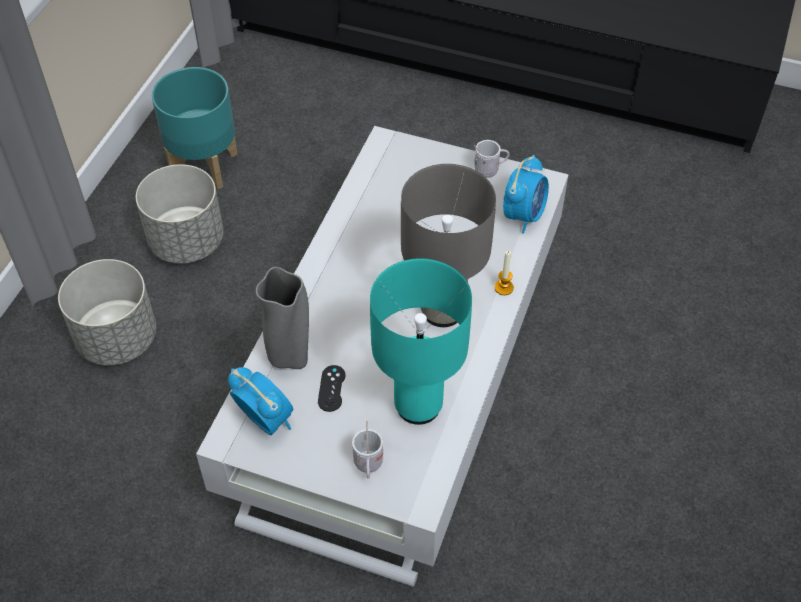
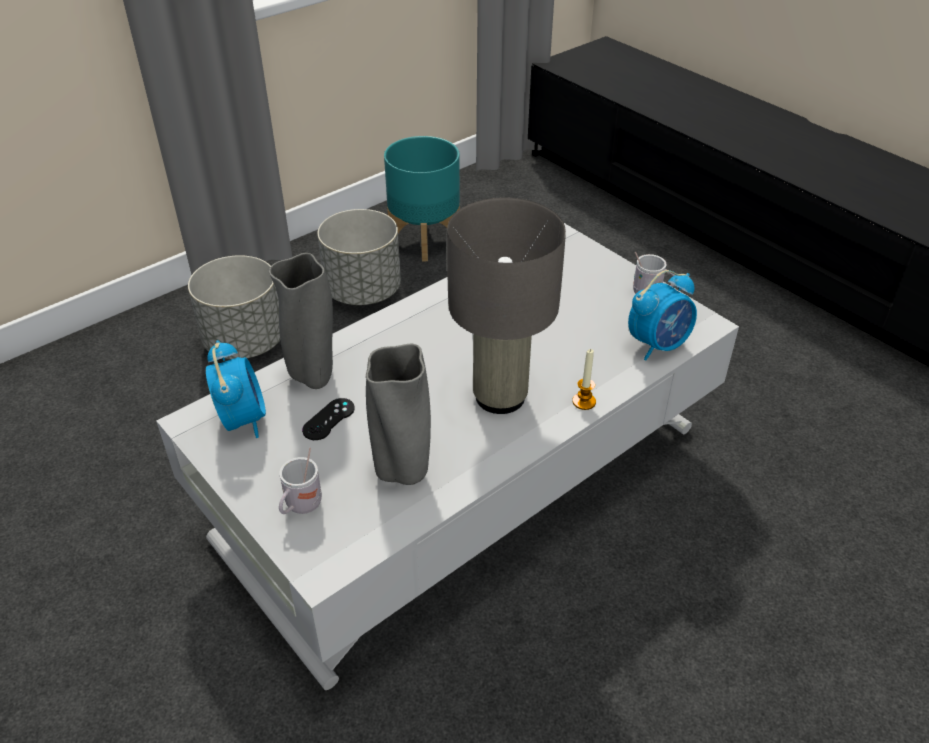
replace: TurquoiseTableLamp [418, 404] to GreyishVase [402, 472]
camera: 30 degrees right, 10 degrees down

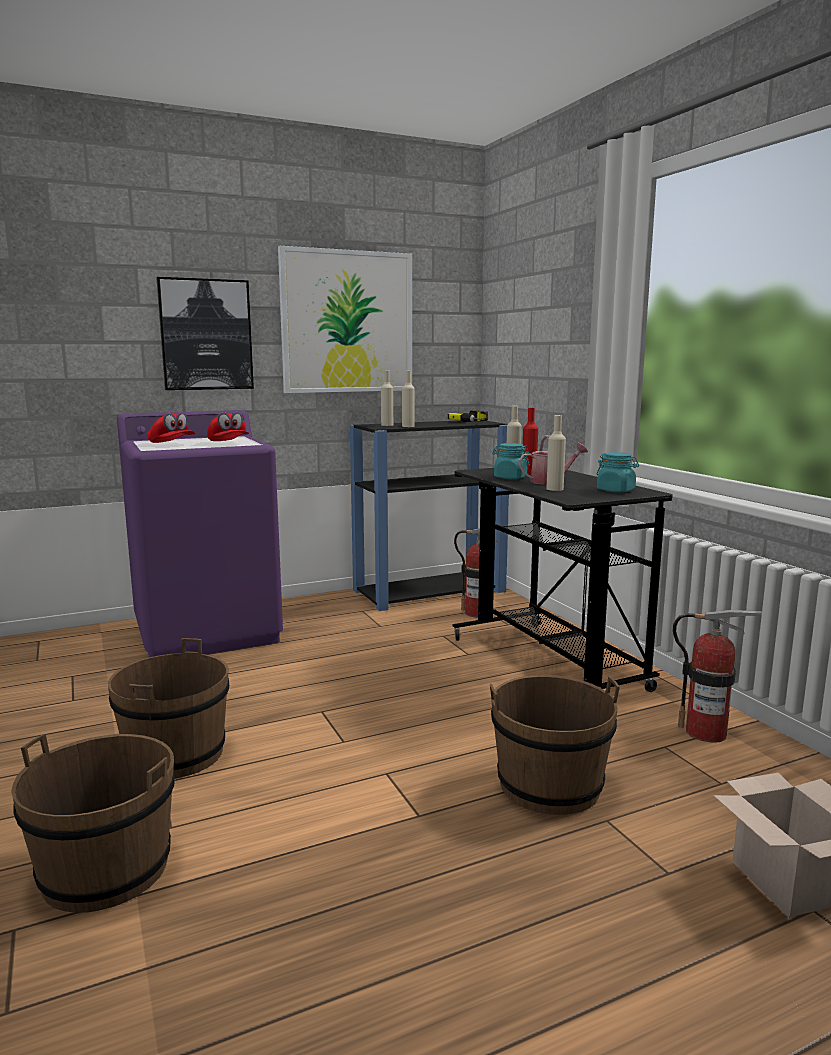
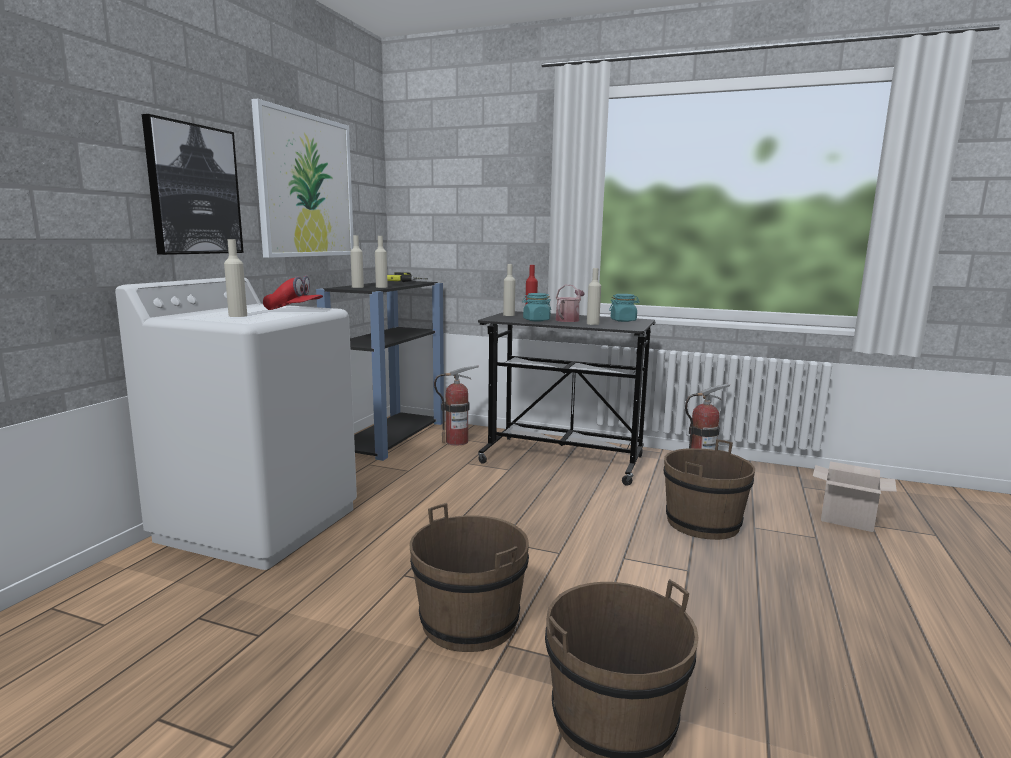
replace: RedColouredCap [172, 444] to BeigeColouredBeverageBottle [238, 315]
recolor: PurplishLaundryAppliance [208, 630] to WhitishLaundryAppliance [259, 523]
camera: 45 degrees left, 0 degrees up

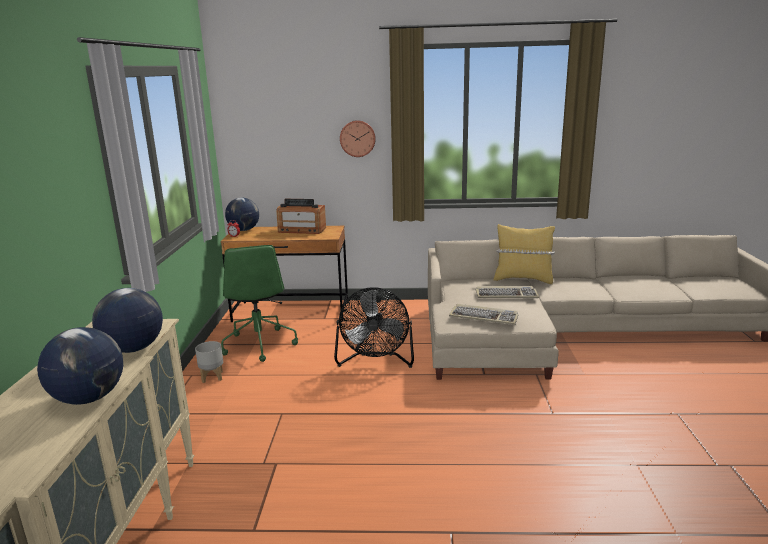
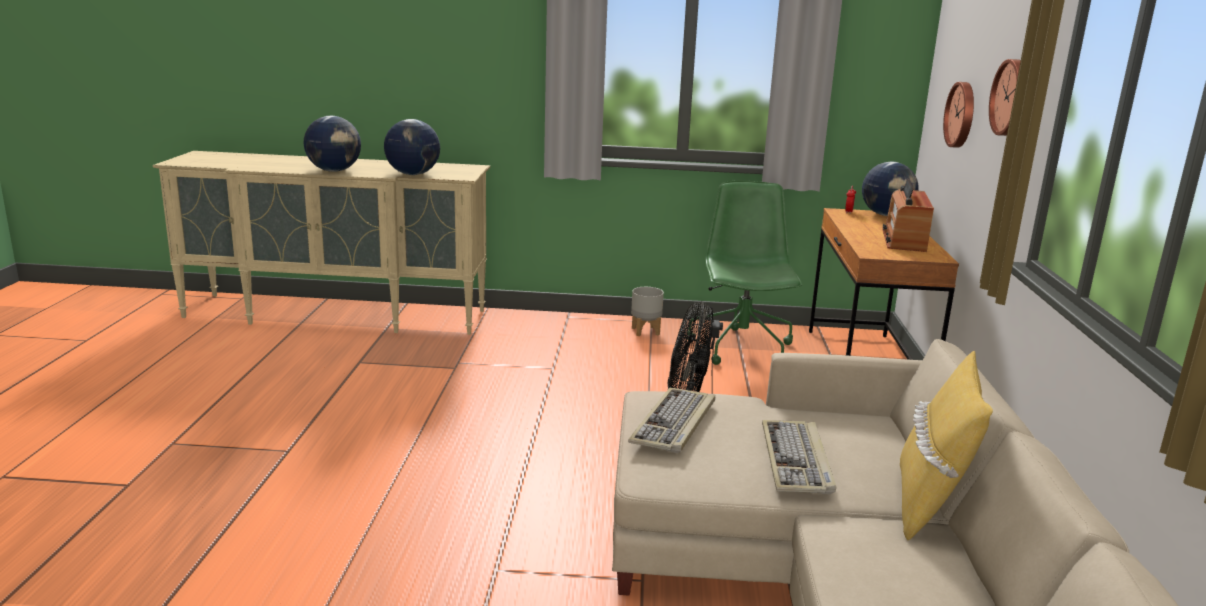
insert: WallClock [962, 115]
rotate: GreenColouredDeskChair [259, 343] = [742, 350] 105 degrees clockwise
camera: 90 degrees right, 0 degrees up

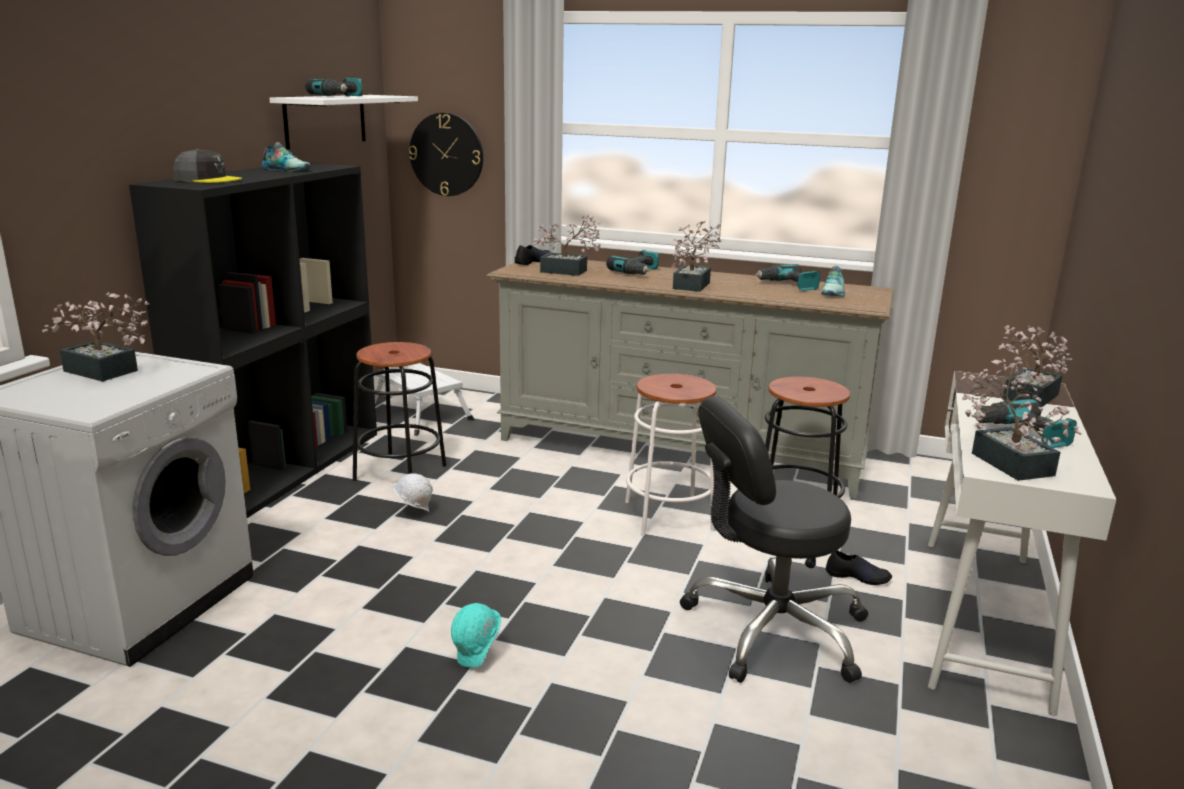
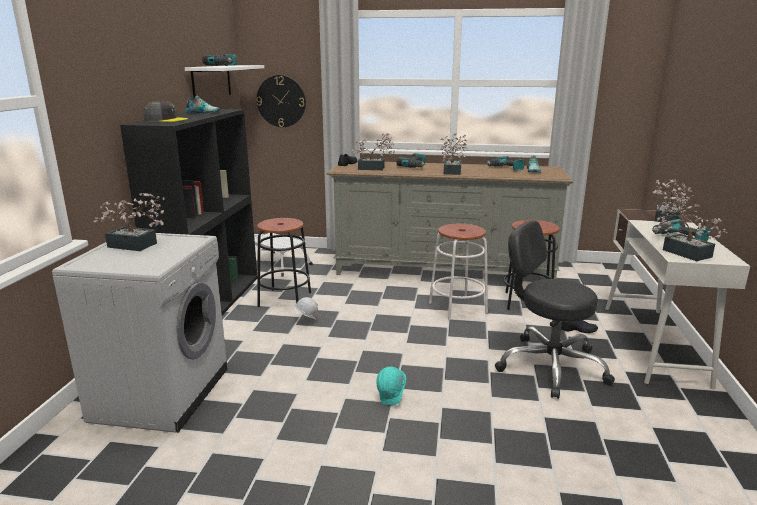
rotate: BlackColouredDeskChair [767, 632] = [546, 365] 60 degrees clockwise
camera: 10 degrees left, 0 degrees up

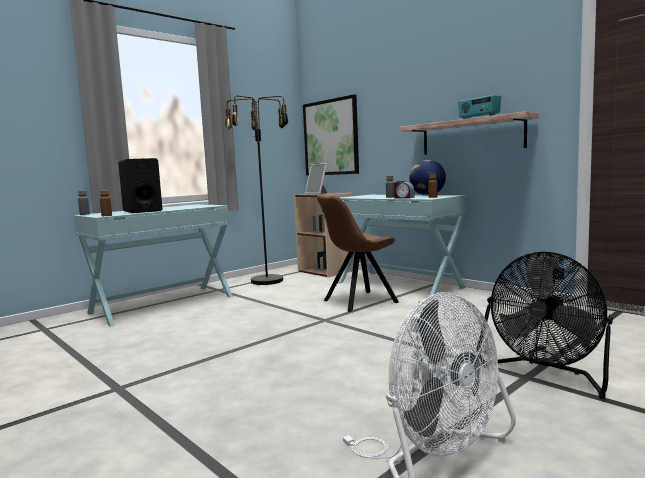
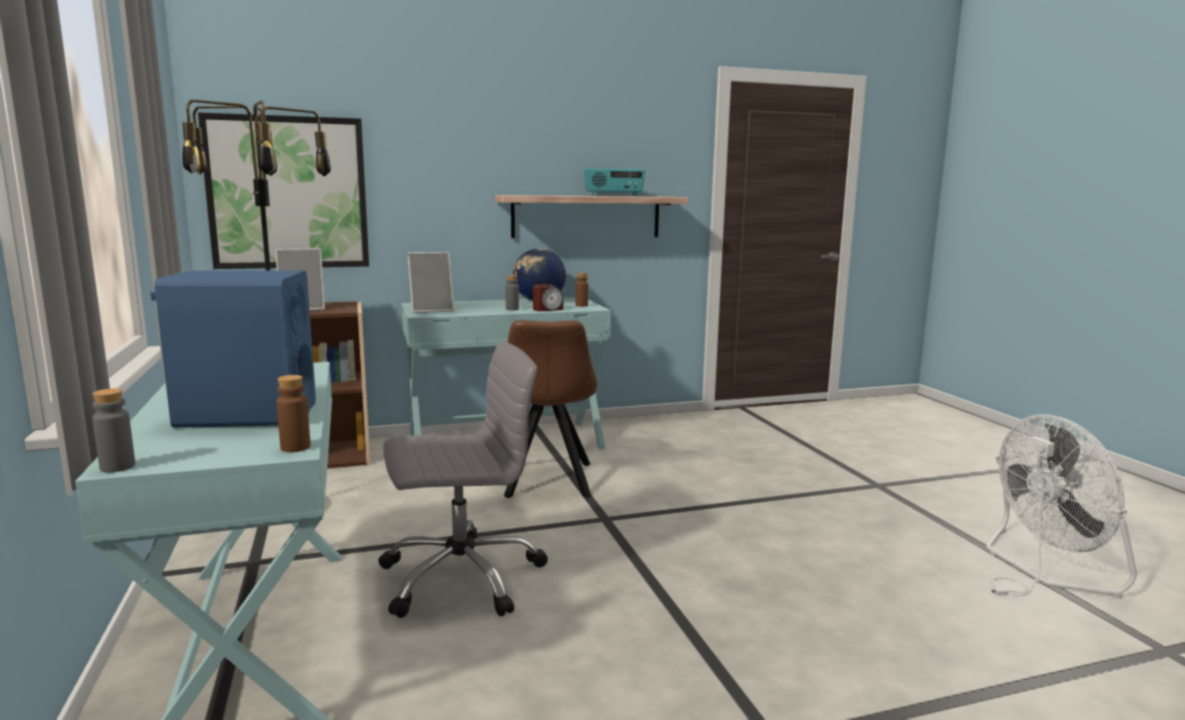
delete: BlackColouredElectricFan [543, 372]
insert: GreyishDeskChair [462, 577]; PictureFrame [432, 310]
recolor: BlackColouredAudioSpeaker [142, 211] to BluishAudioSpeaker [246, 415]
camera: 65 degrees left, 5 degrees up

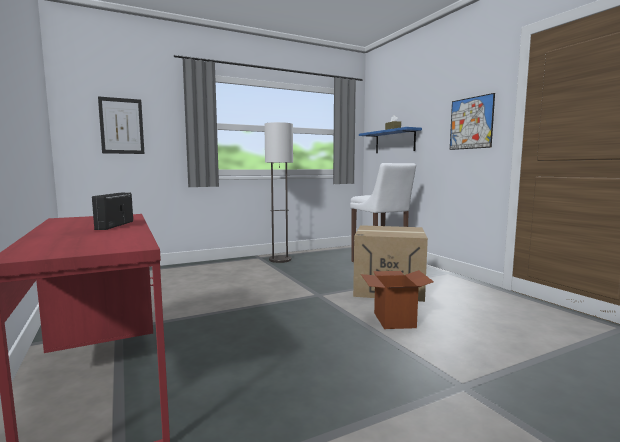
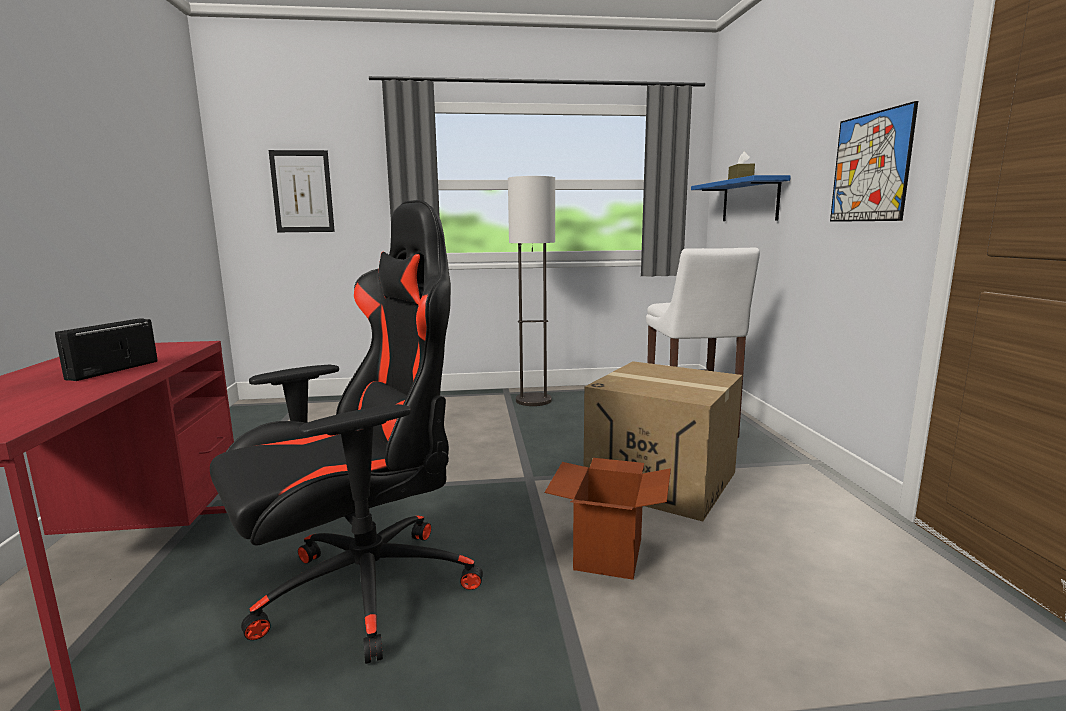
insert: BlackColouredDeskChair [353, 596]
camera: 20 degrees right, 5 degrees up

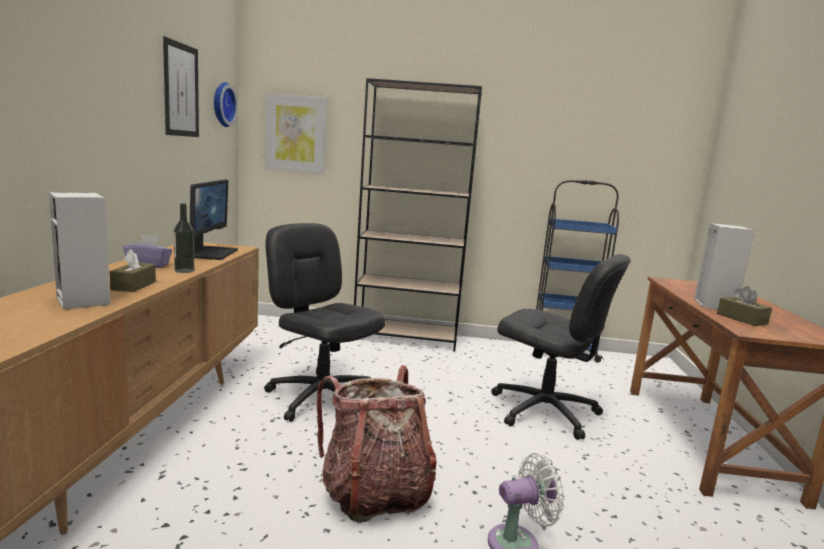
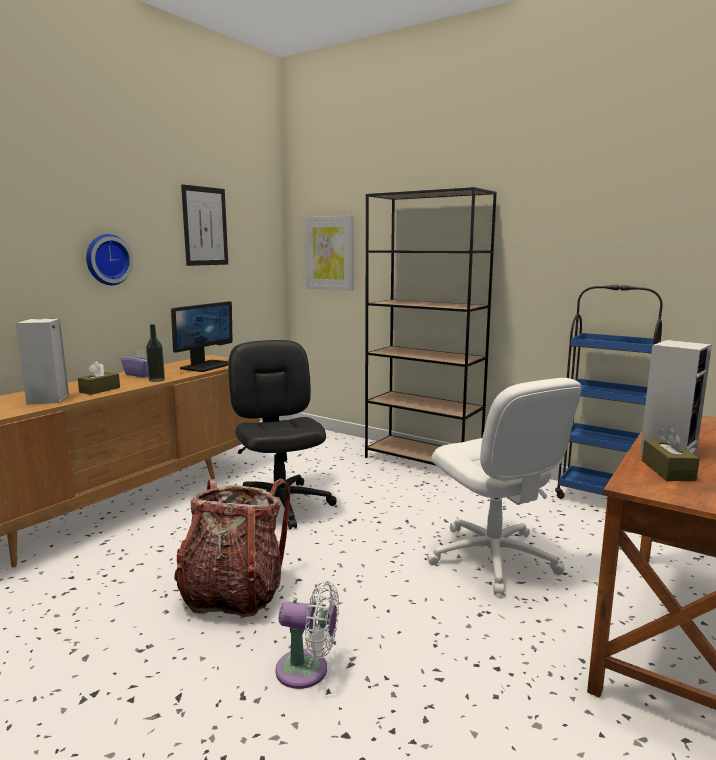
move: WallClock [222, 104] to [107, 259]
recolor: BlackColouredDeskChair [545, 411] to WhitishDeskChair [492, 558]
camera: 30 degrees right, 0 degrees up

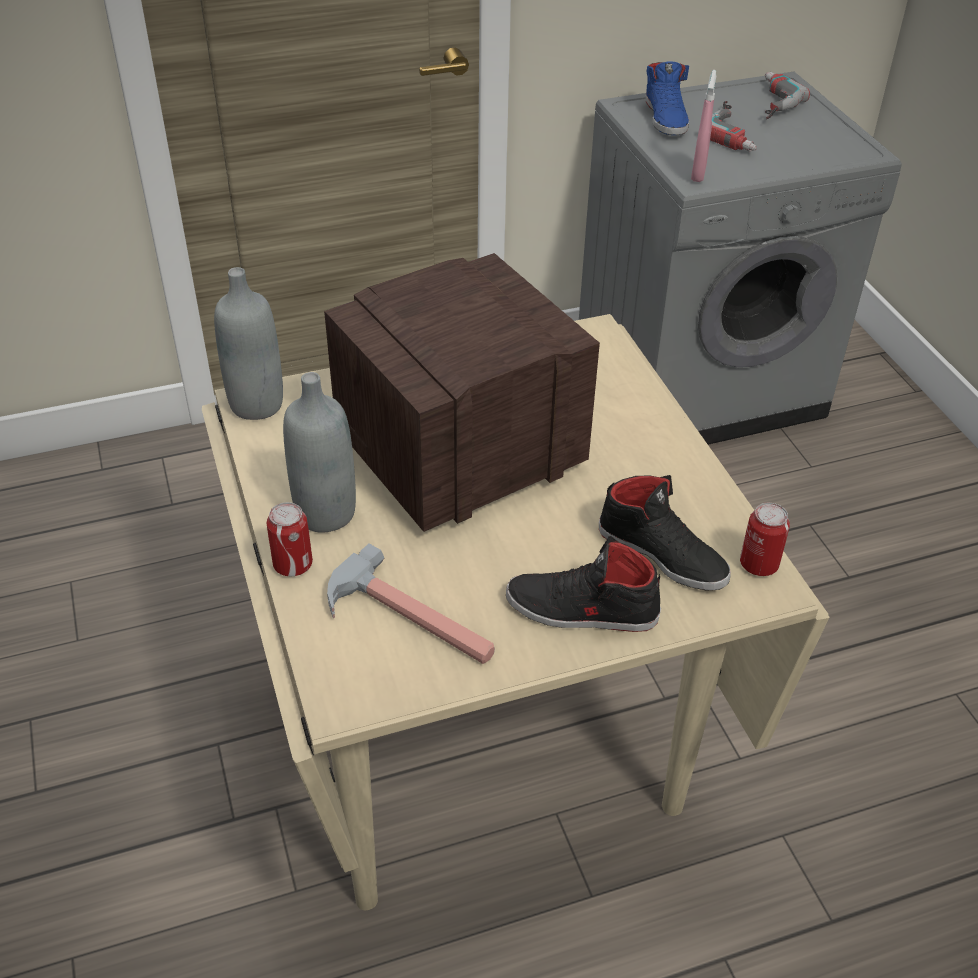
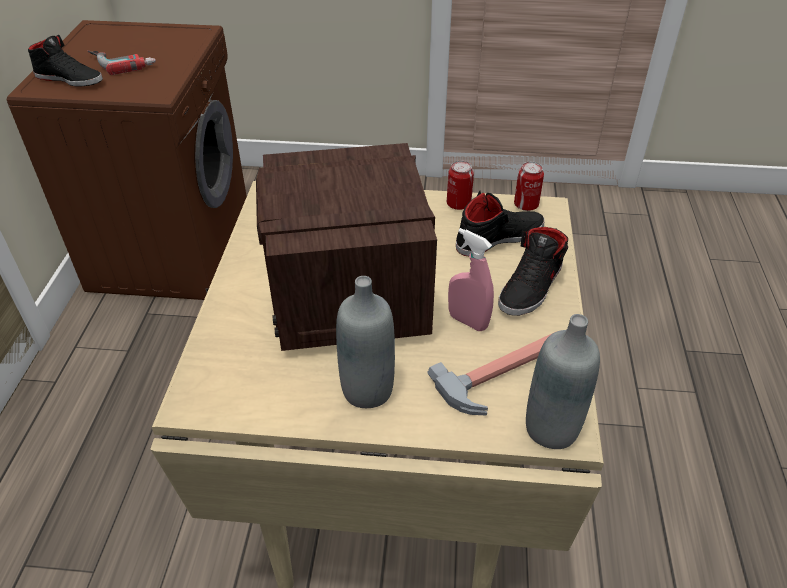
delete: Drill [767, 102]
move: GreyishBeverageBottle [256, 404] to [551, 428]; SealedCan [293, 564] to [458, 204]; PinkishSprayer [698, 174] to [468, 321]
recolor: GreyishLaundryAppliance [701, 389] to BrownishLaundryAppliance [176, 248]; BluishItemOfFootwear [666, 117] to BlackColouredItemOfFootwear [70, 79]
camera: 65 degrees left, 0 degrees up

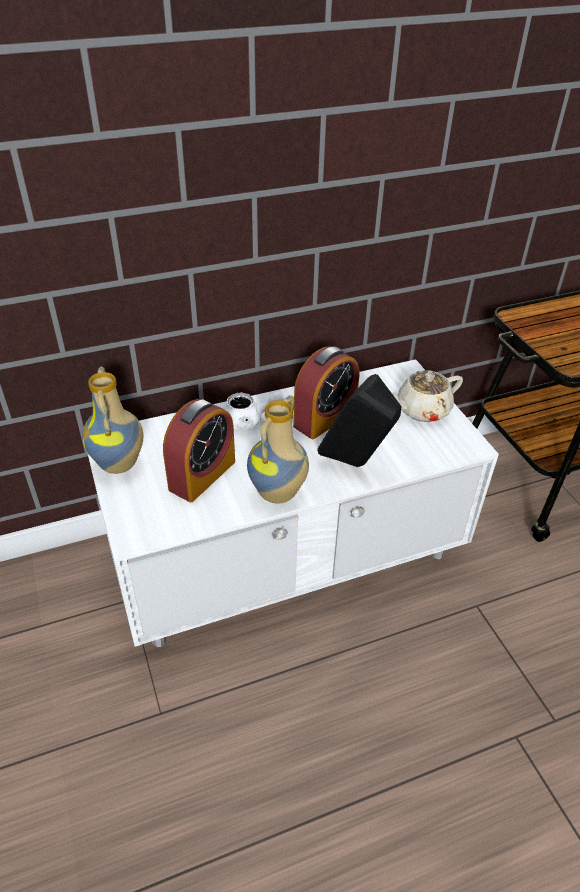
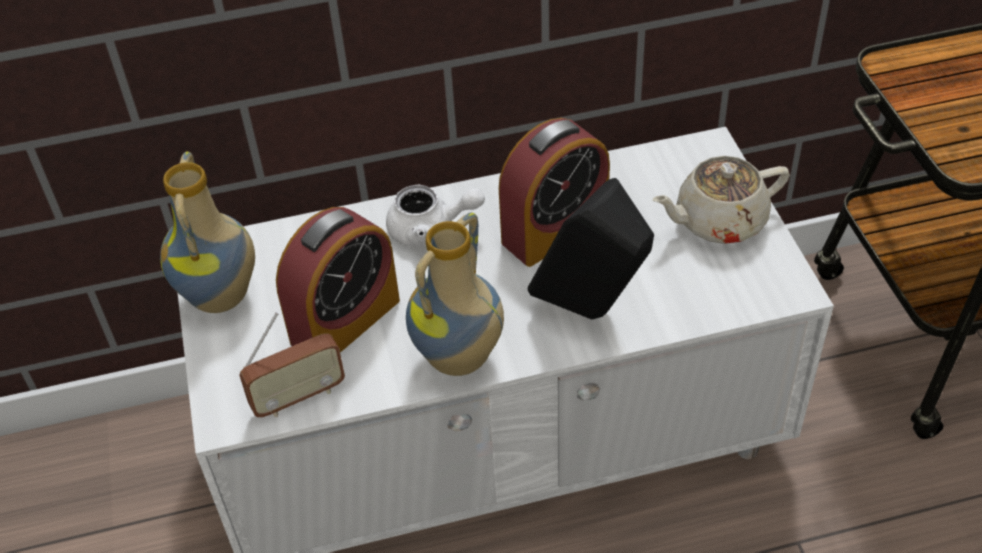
insert: RadioSet [298, 397]
camera: 10 degrees right, 5 degrees up

